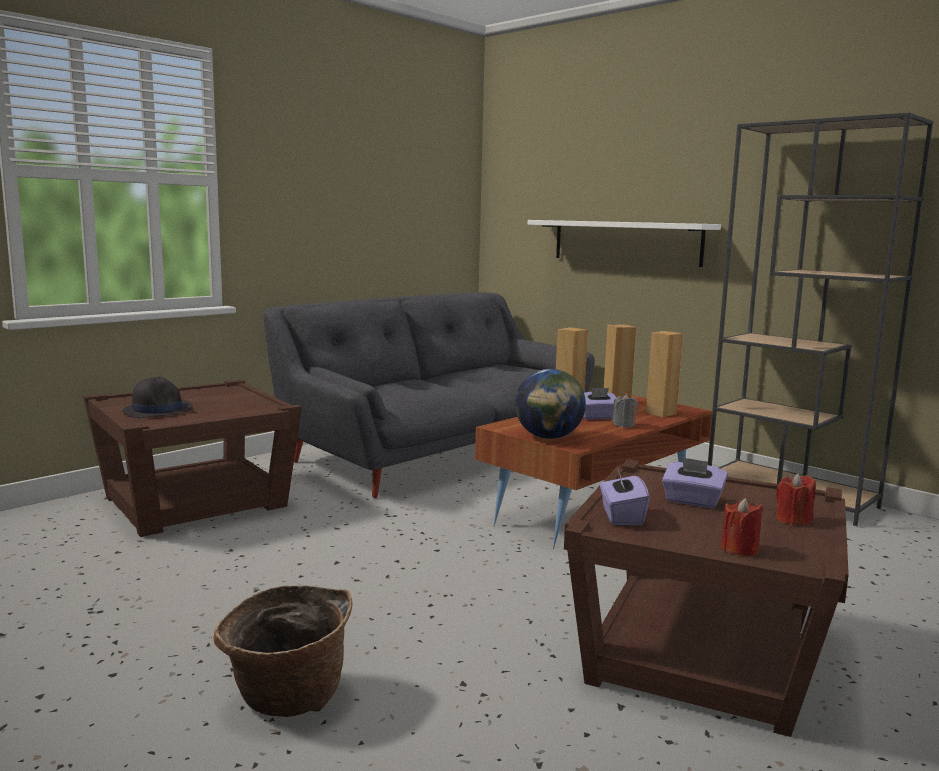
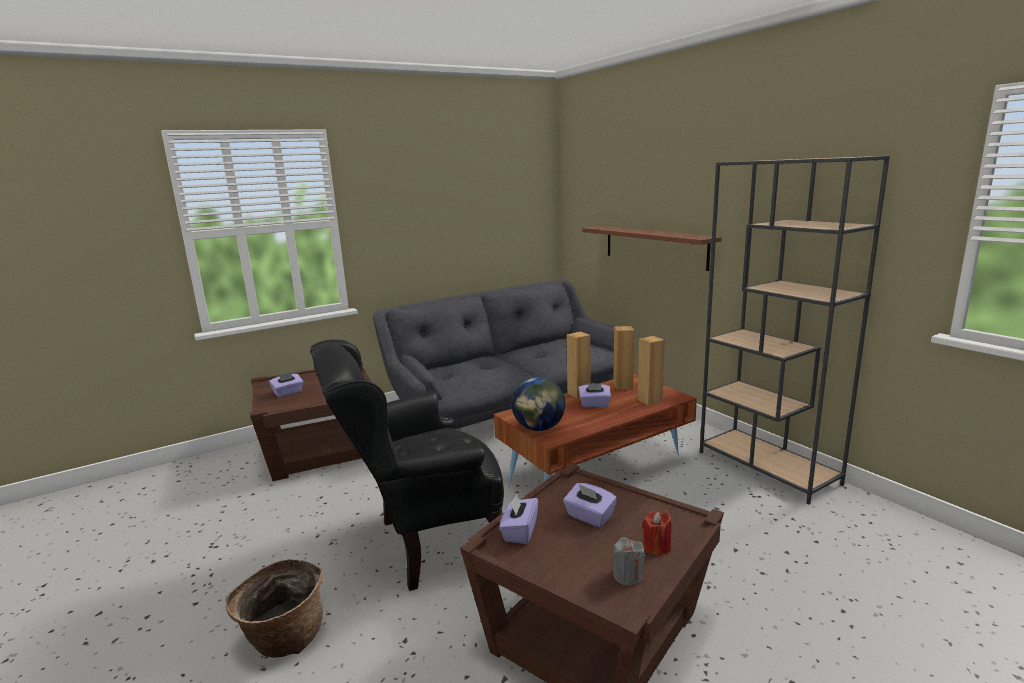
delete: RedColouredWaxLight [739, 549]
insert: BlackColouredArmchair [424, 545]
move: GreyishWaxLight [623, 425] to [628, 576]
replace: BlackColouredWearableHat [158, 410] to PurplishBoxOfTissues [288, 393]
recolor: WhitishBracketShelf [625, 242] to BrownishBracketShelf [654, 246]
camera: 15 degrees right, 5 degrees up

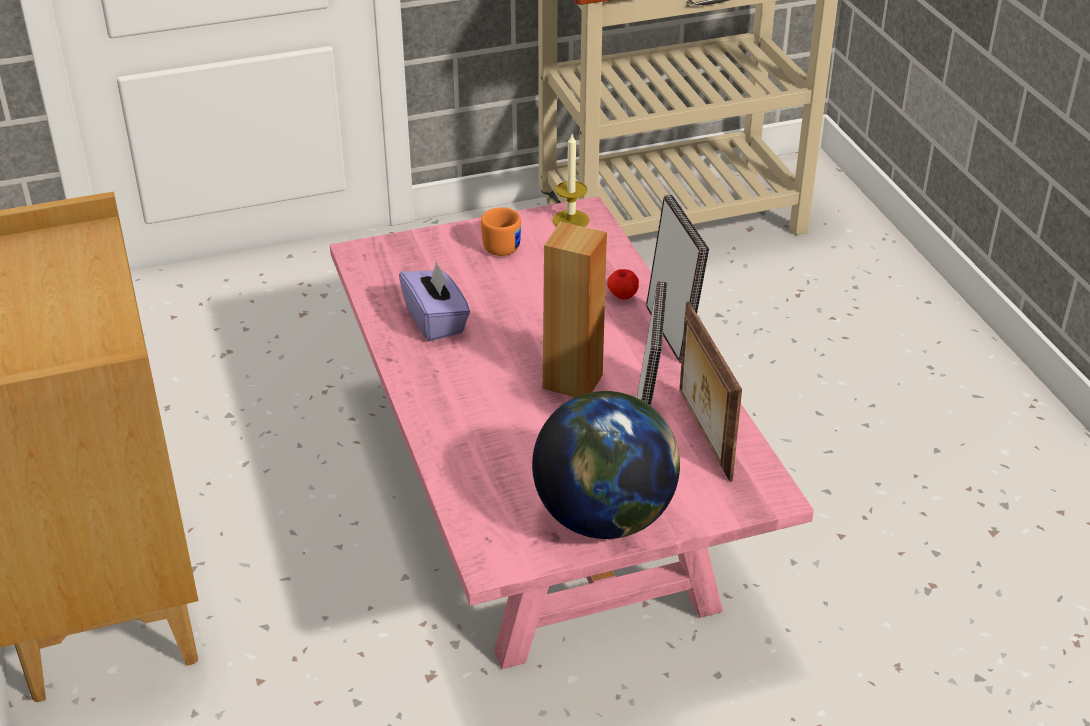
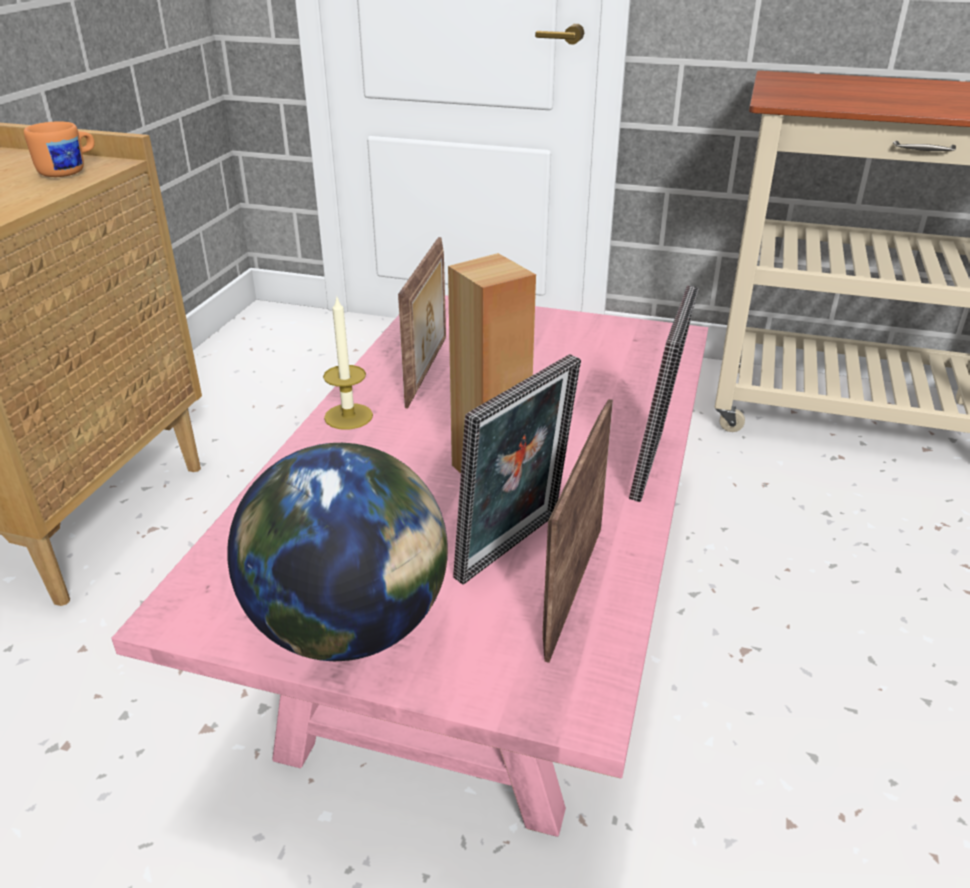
delete: AppleFruit [622, 296]
move: OrangeTeaMug [502, 245] to [70, 171]; WaxLight [571, 220] to [348, 416]
replace: PurplishBoxOfTissues [436, 321] to PictureFrame [428, 372]
camera: 35 degrees right, 5 degrees down

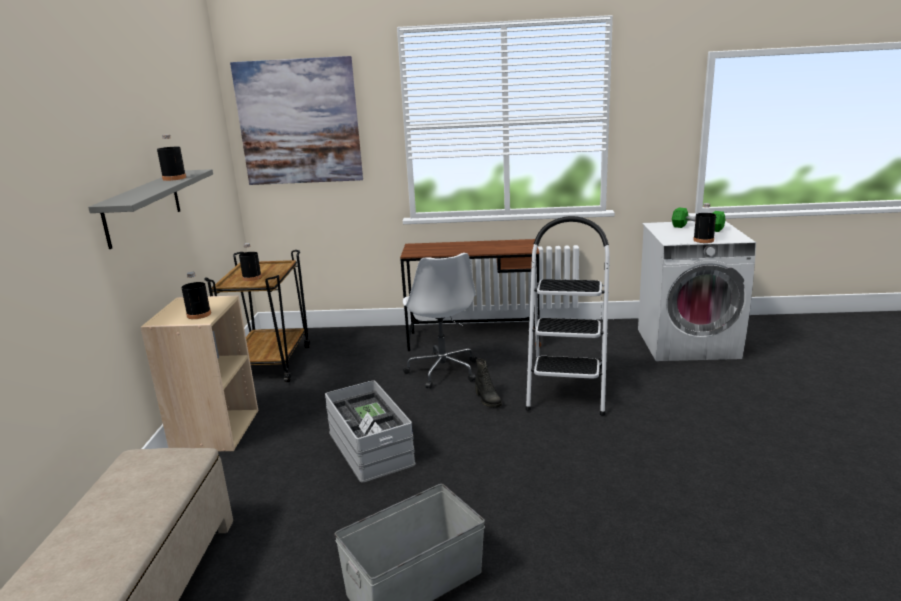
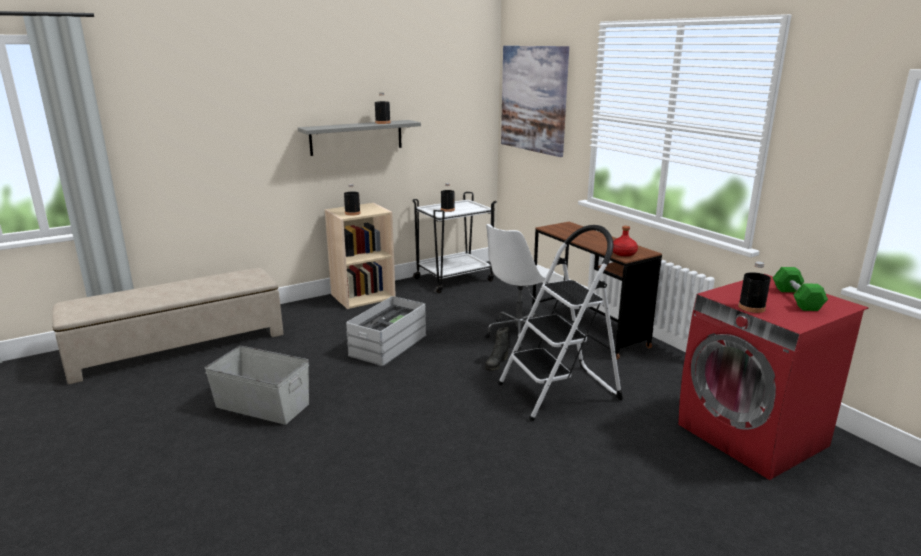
insert: RedColouredBeverageBottle [623, 253]
recolor: BrownishWheeledCart [270, 363] to WhitishWheeledCart [454, 279]; WhitishLaundryAppliance [688, 342] to RedColouredLaundryAppliance [754, 435]
camera: 55 degrees right, 0 degrees up

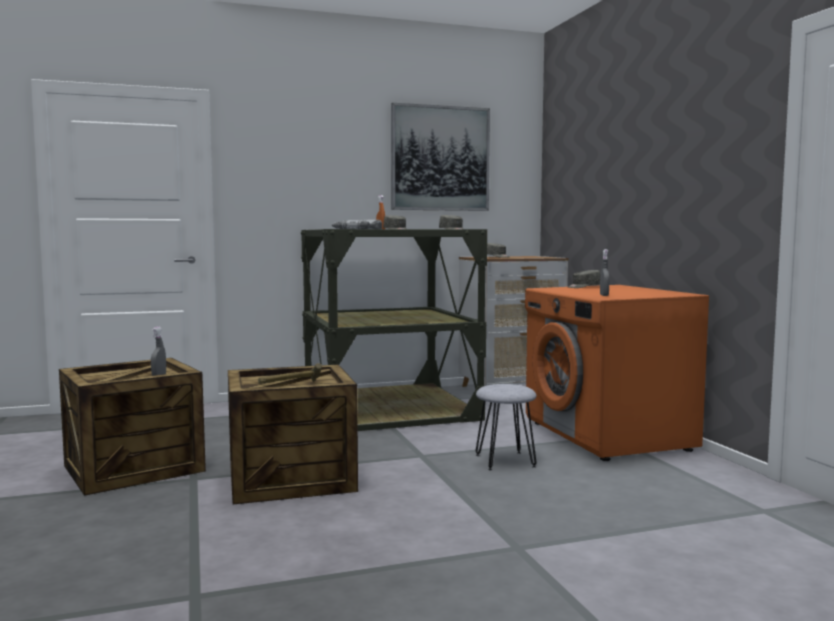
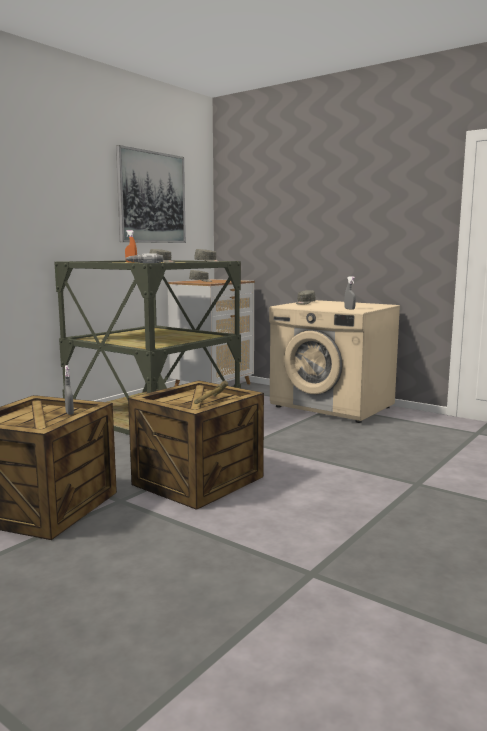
delete: GreyishSittingStool [505, 461]
recolor: OrangeLaundryAppliance [606, 437] to BeigeColouredLaundryAppliance [332, 408]
camera: 35 degrees left, 5 degrees up

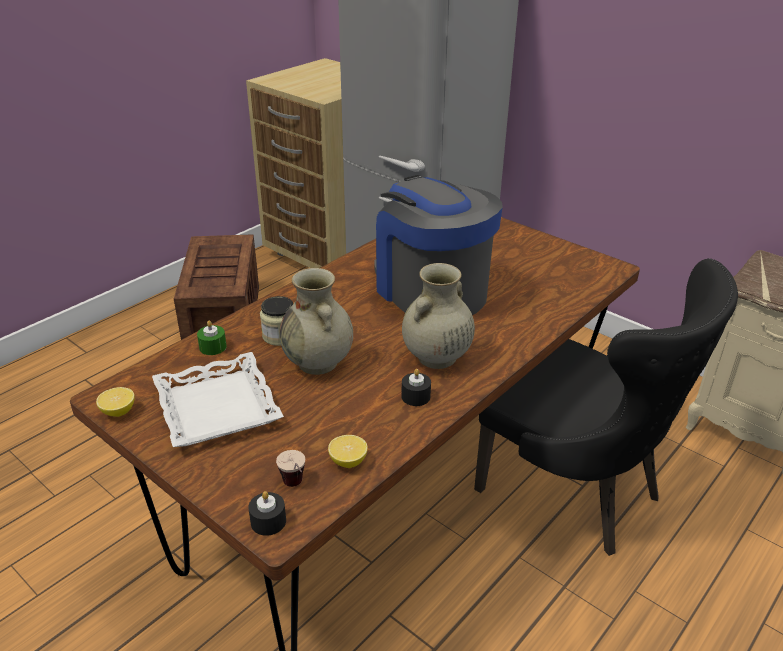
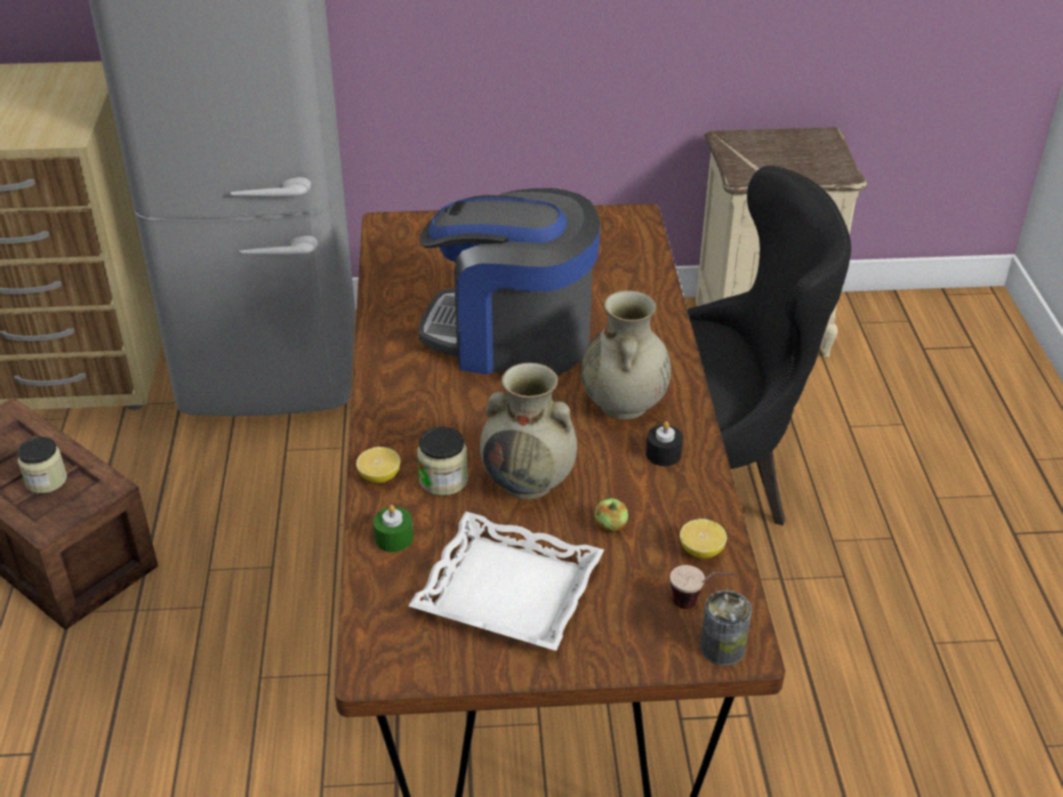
insert: StorageJar [46, 480]; AppleFruit [610, 526]
move: CitrusFruit [118, 411] to [379, 477]
replace: BlackColouredWaxLight [268, 521] to SealedCan [722, 647]
camera: 45 degrees left, 5 degrees up

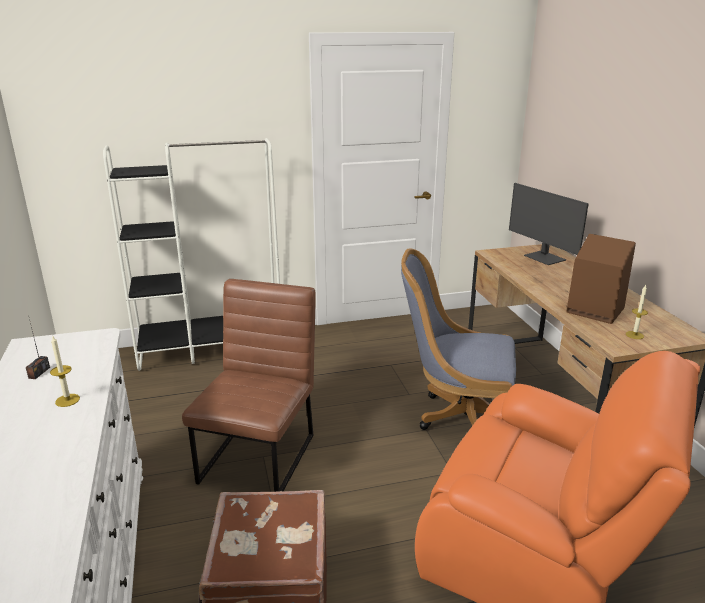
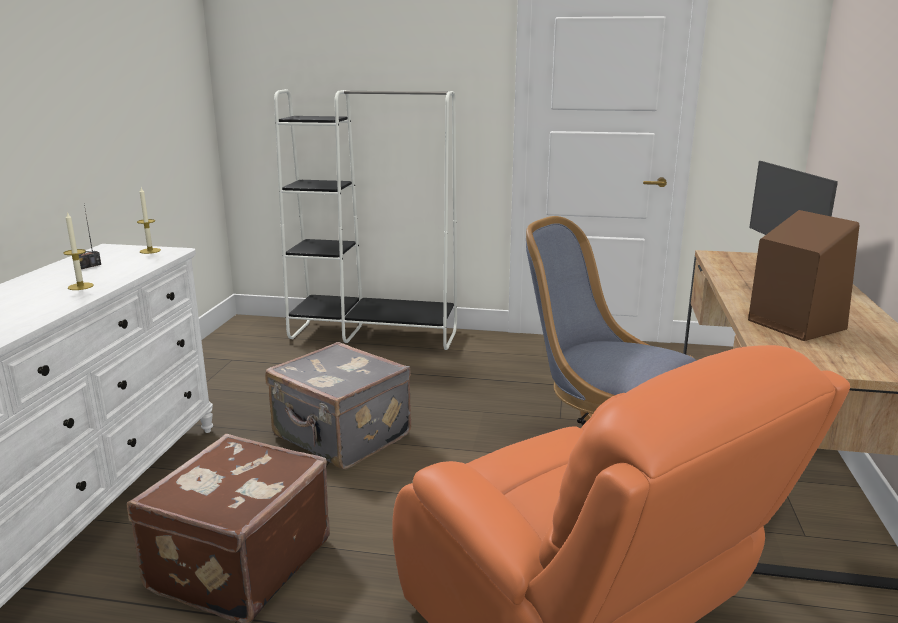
move: WaxLight [634, 335] to [150, 251]
replace: BrownishUprightChair [260, 456] to GreyishPieceOfLuggage [341, 437]
camera: 25 degrees right, 5 degrees down

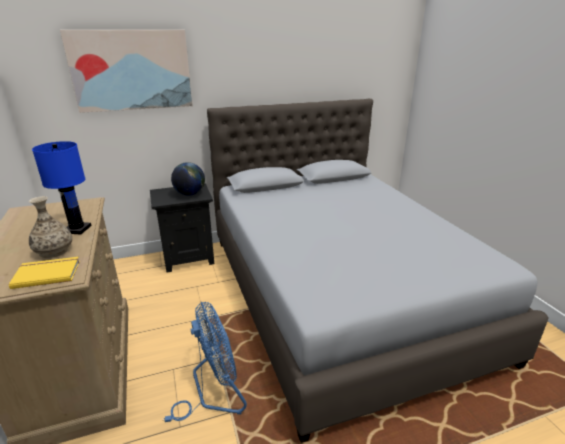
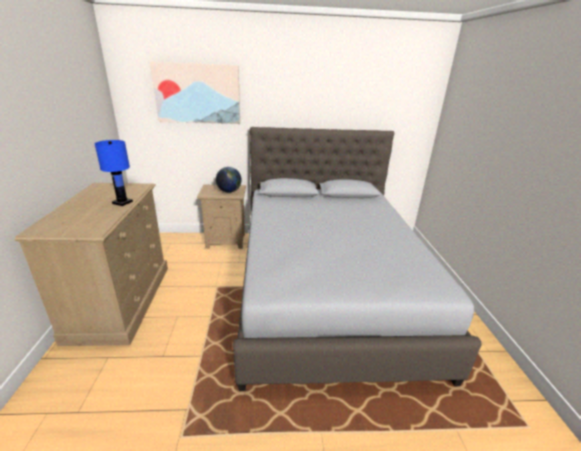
delete: YellowColouredVolume [47, 273]; Vase [54, 251]; BluishElectricFan [211, 387]
recolor: BlackColouredNightstand [189, 258] to BeigeColouredNightstand [226, 241]
camera: 15 degrees right, 0 degrees up

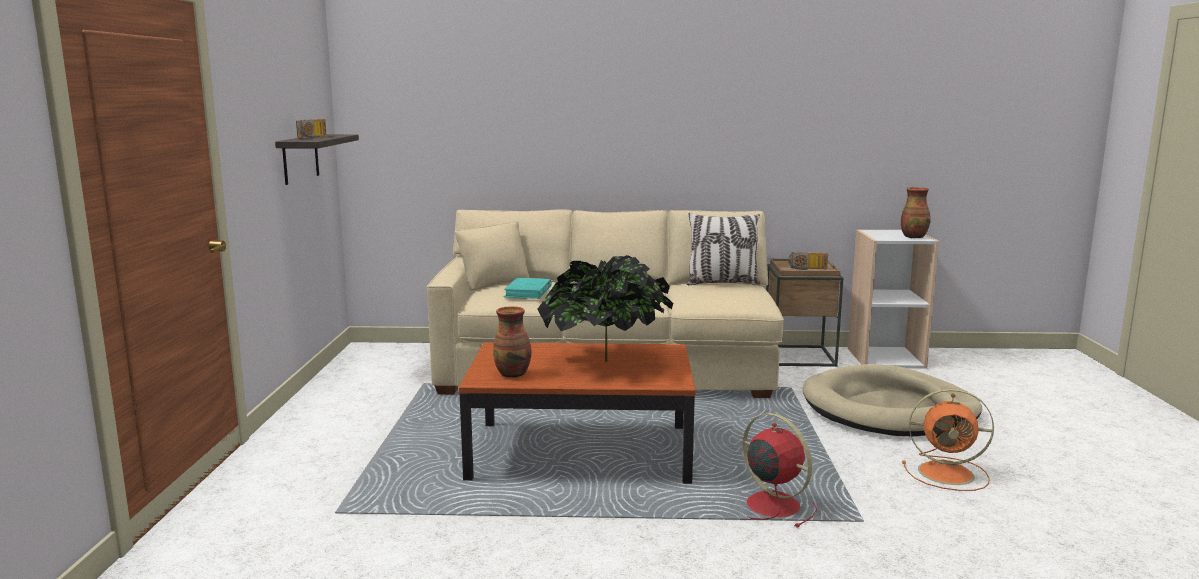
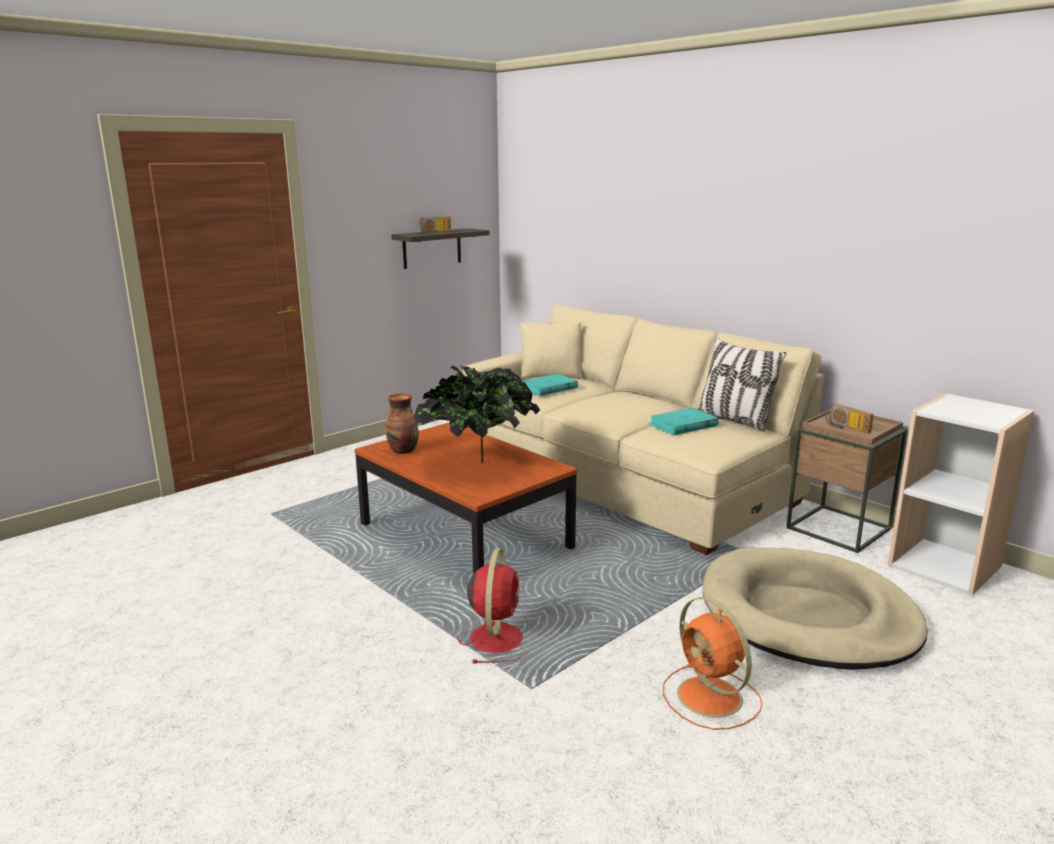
delete: Vase [913, 237]
insert: TurquoiseVolume [683, 425]
camera: 45 degrees right, 5 degrees up

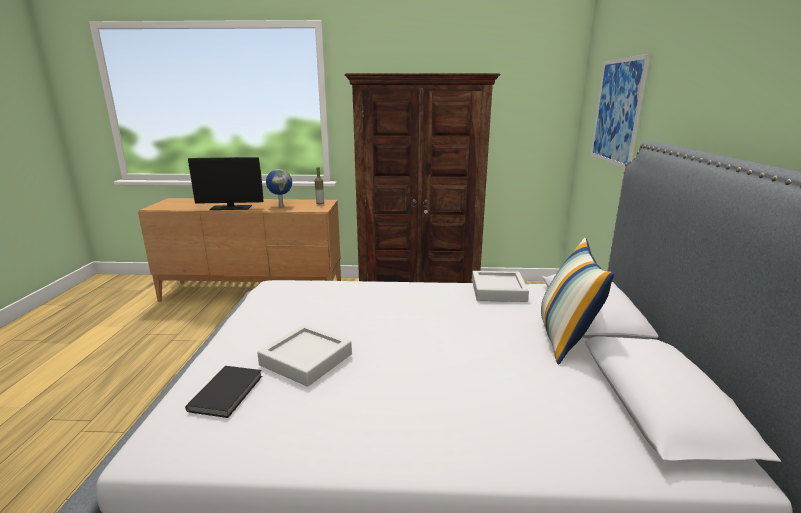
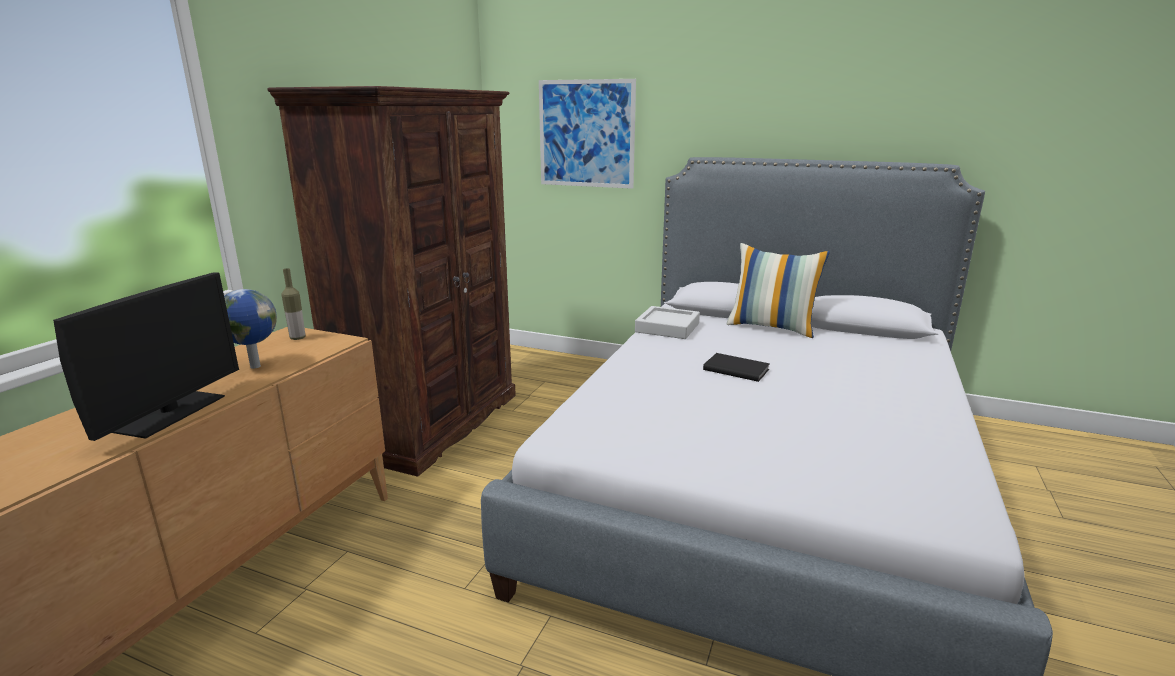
delete: GreyishTray [306, 359]
move: BlackColouredVolume [228, 392] to [735, 369]
camera: 70 degrees left, 0 degrees up

